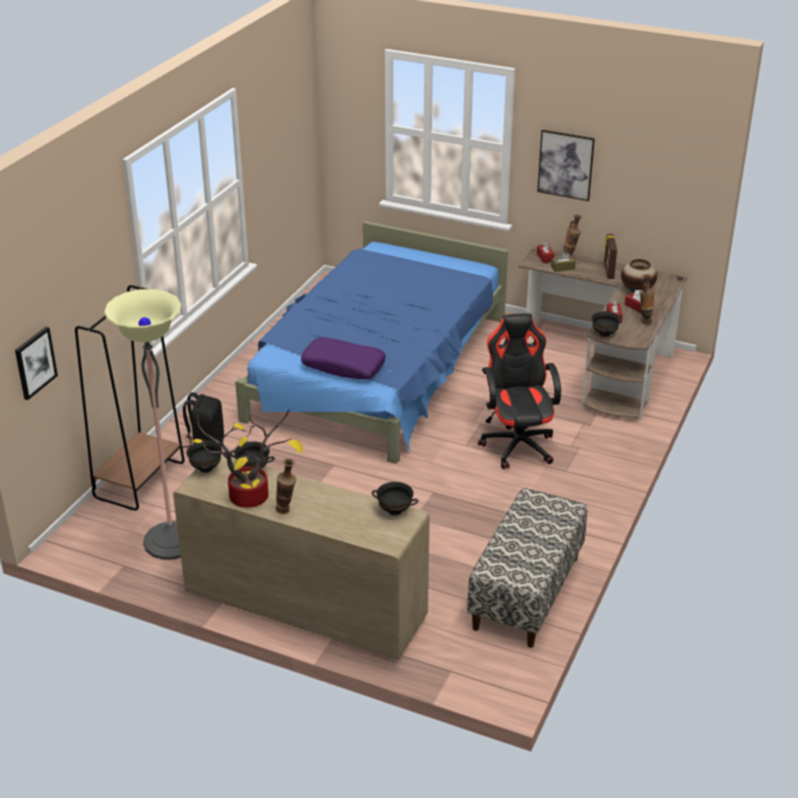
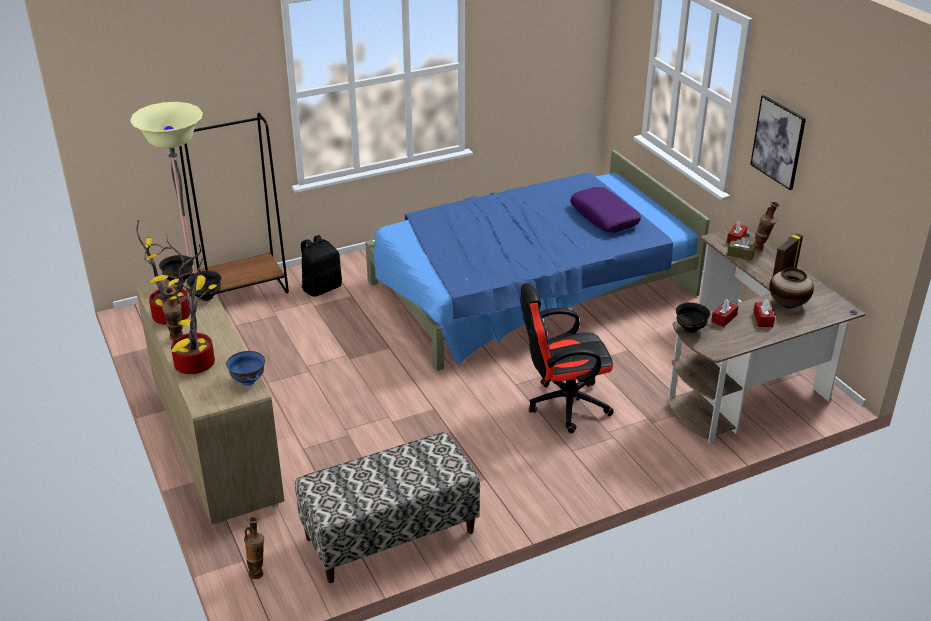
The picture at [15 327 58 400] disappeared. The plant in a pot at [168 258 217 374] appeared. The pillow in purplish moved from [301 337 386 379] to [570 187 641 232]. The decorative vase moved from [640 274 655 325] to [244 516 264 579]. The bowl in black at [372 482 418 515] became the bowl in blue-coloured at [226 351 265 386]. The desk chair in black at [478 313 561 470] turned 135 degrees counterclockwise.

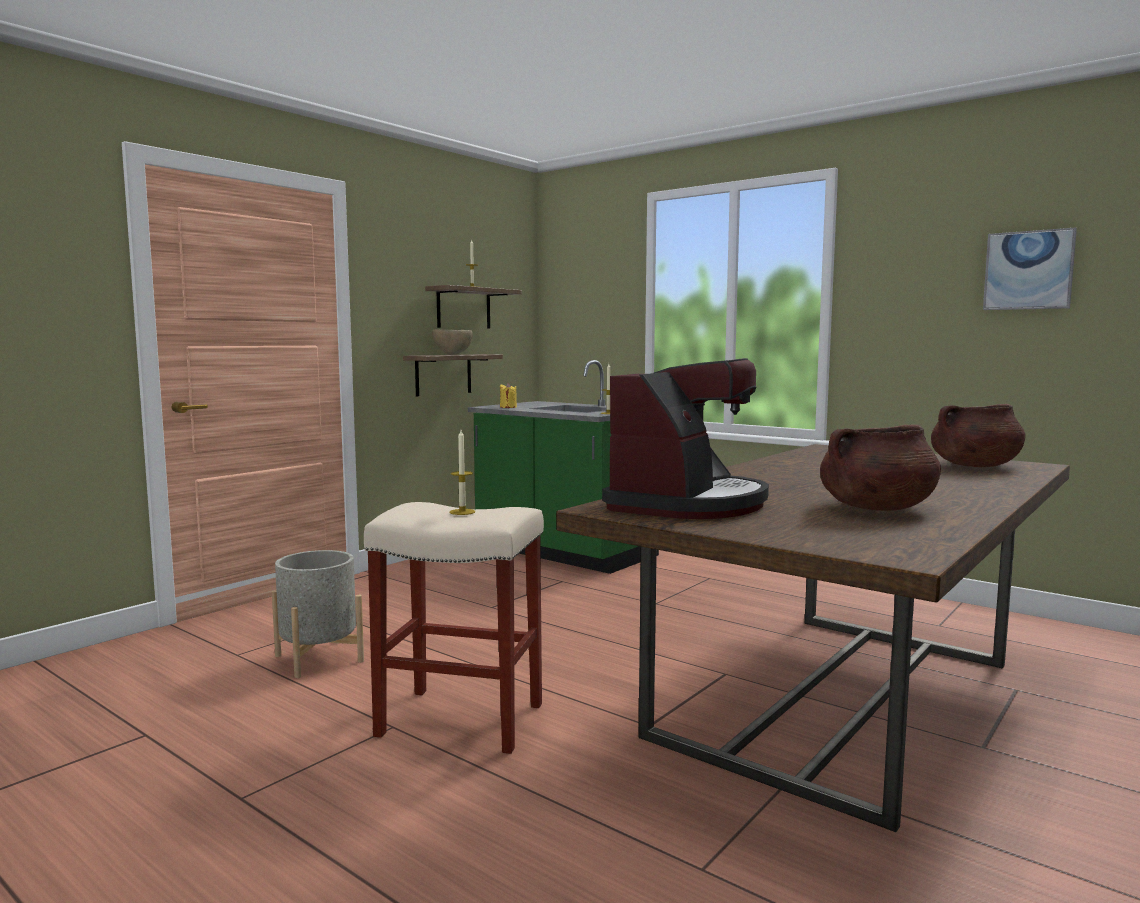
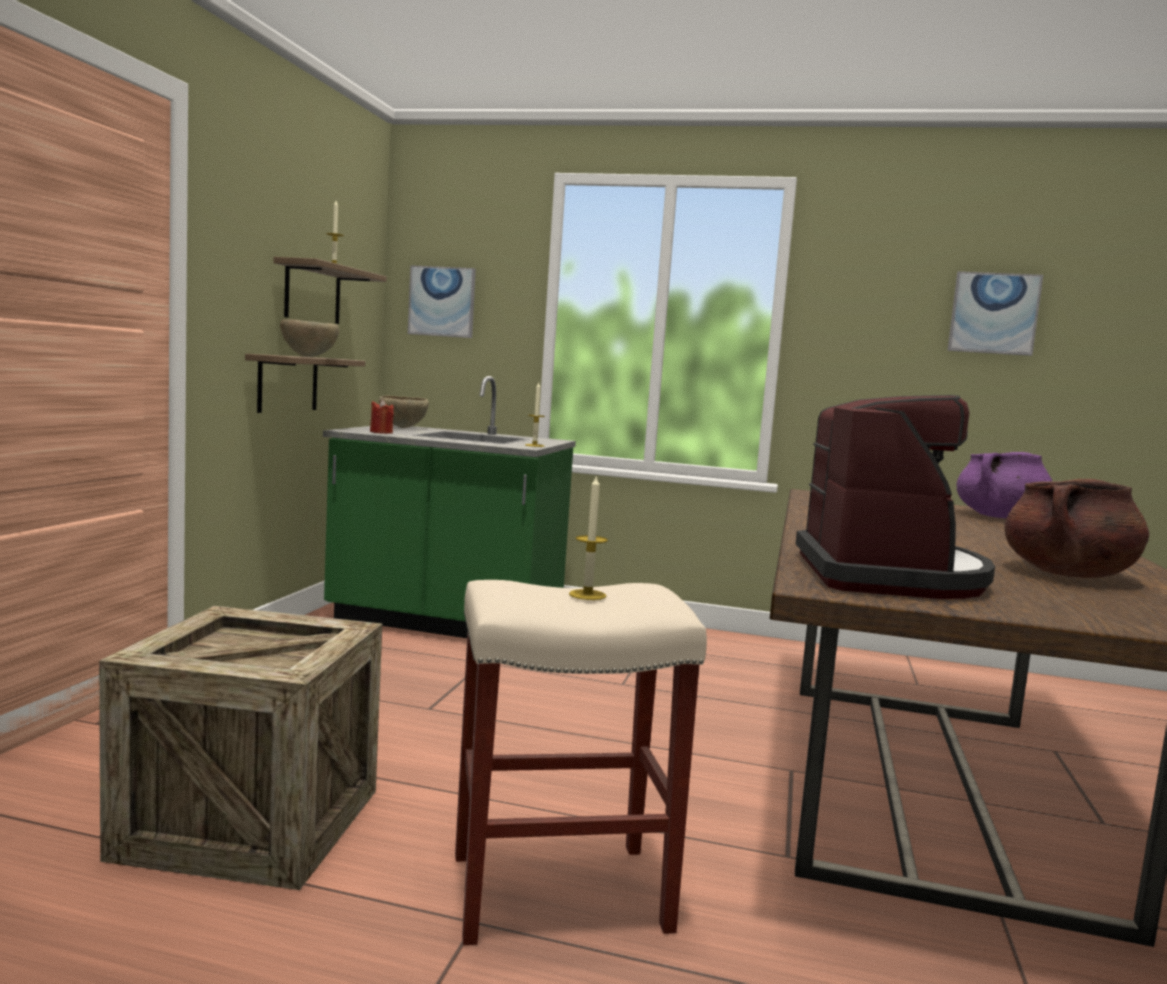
The bowl in brownish at [379 396 429 428] appeared. The picture at [408 265 476 338] appeared. The flower pot in grey at [272 550 364 678] was replaced by the shipping crate at [99 606 382 890]. The candle in yellow at [500 383 517 408] became the candle in red-coloured at [370 399 394 434]. The stockpot in brownish at [931 404 1025 467] became the stockpot in purplish at [956 452 1052 518].

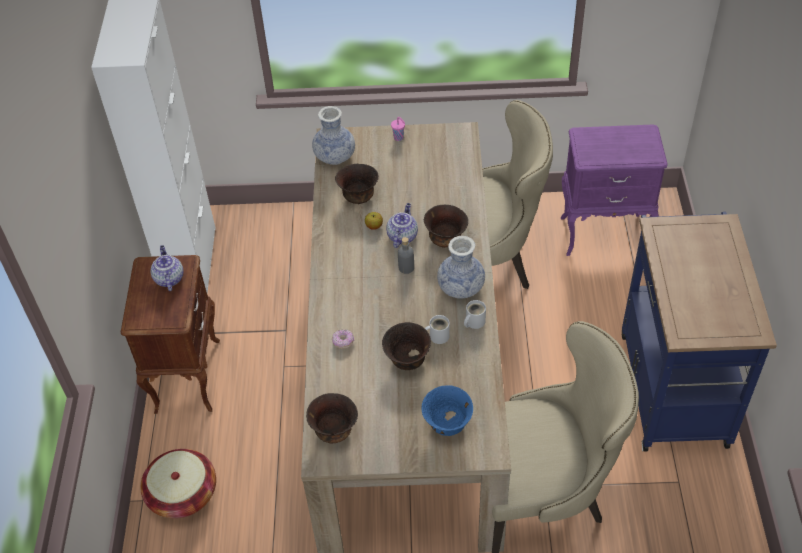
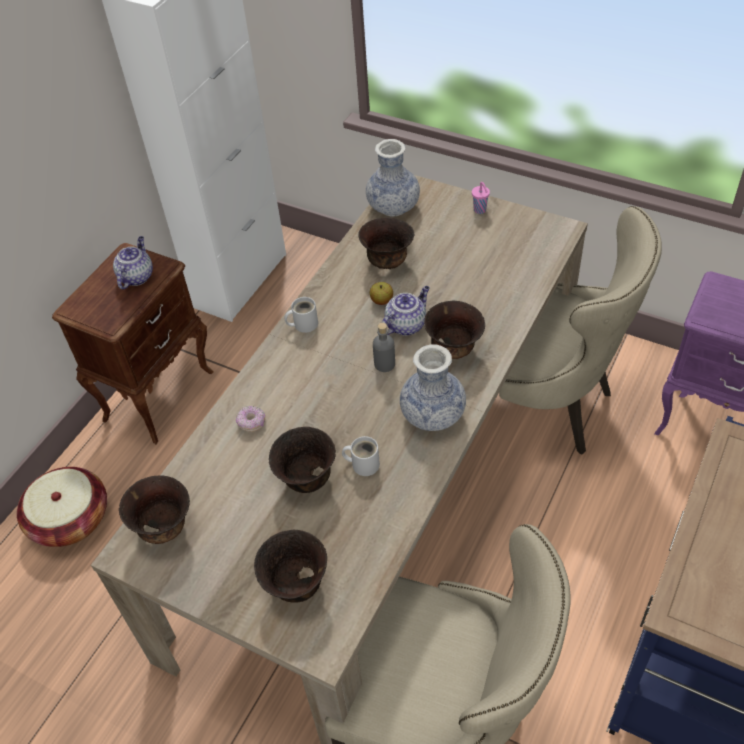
The coffee mug in white-coloured moved from [464 300 486 329] to [284 297 318 333]. The bowl in blue-coloured at [421 385 473 436] became the bowl in brownish at [254 530 327 603].

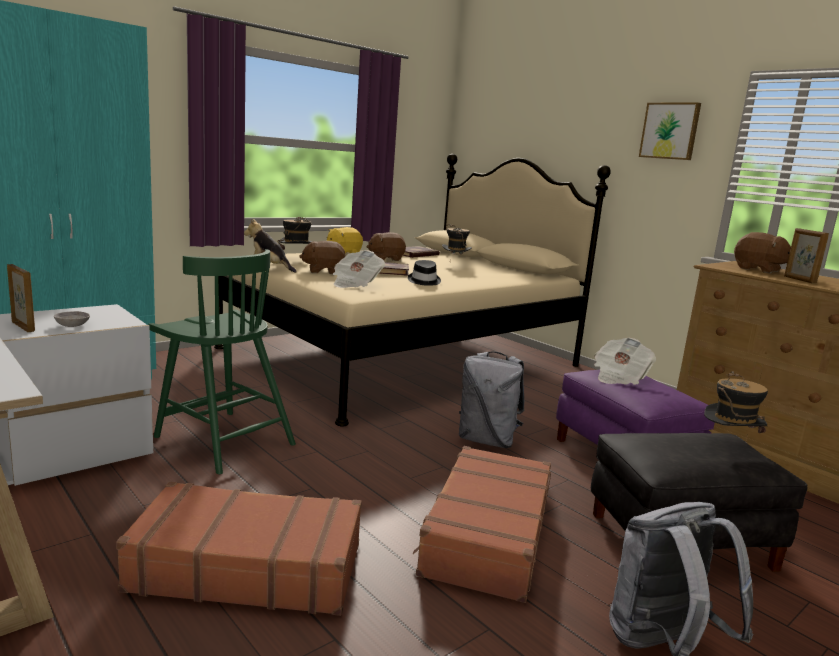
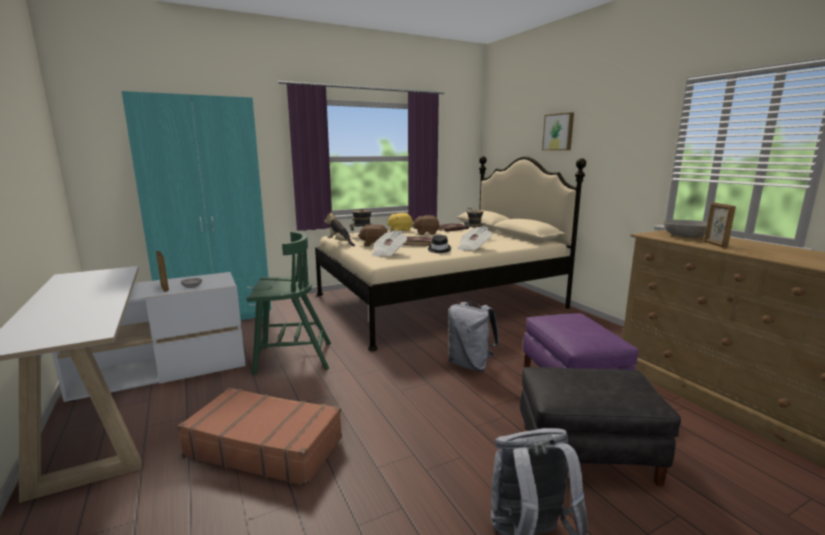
The travel case in brownish at [413 446 551 603] disappeared. The hat at [704 371 768 440] disappeared. The newspaper moved from [594 338 656 385] to [457 227 492 251]. The picture moved from [639 102 701 160] to [542 113 574 150]. The cuddly toy in brownish at [734 232 791 274] was replaced by the bowl in grey at [664 220 707 238]. The chair in green at [149 249 296 474] turned 60 degrees counterclockwise.

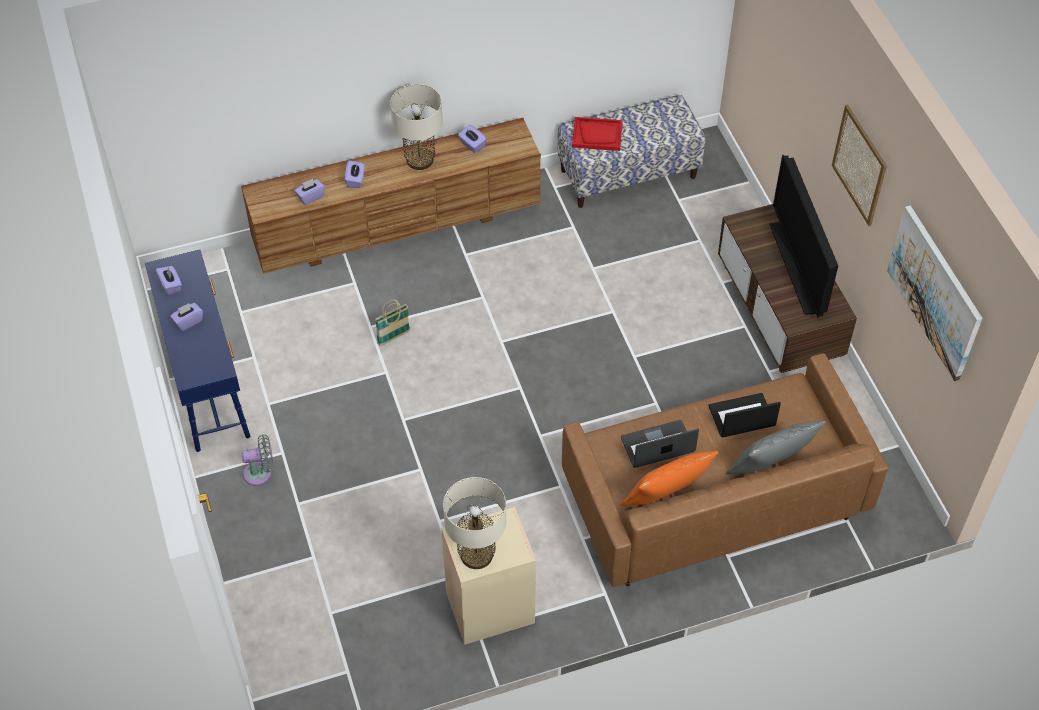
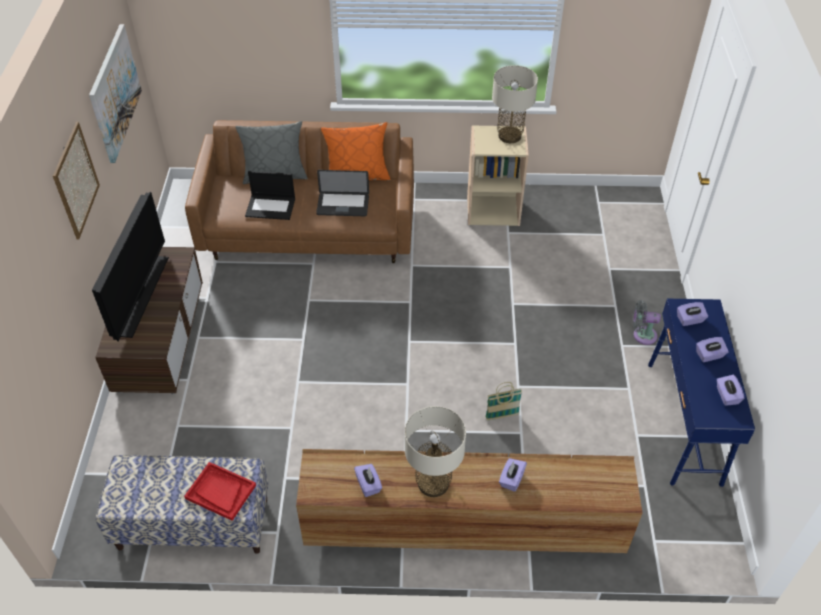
The box of tissues in purplish moved from [294 179 325 205] to [677 302 708 326].

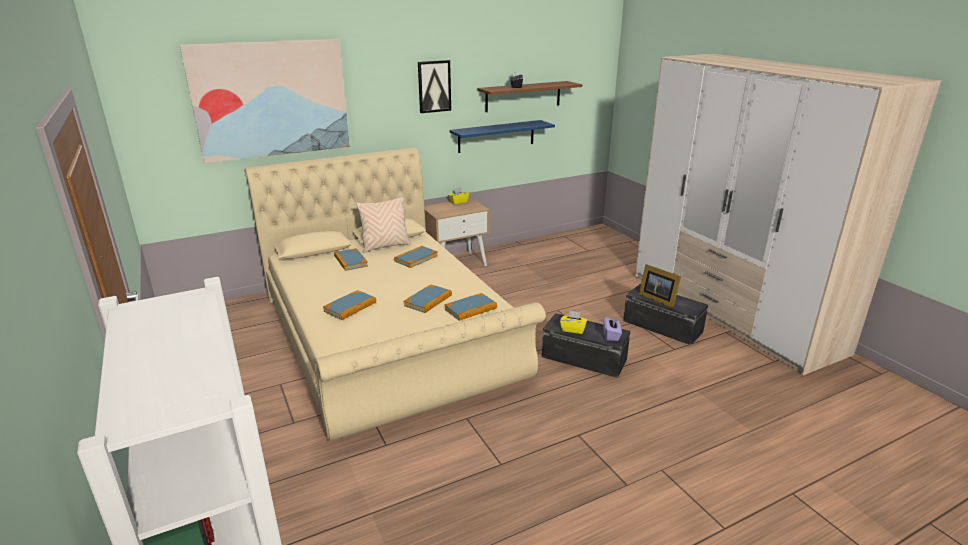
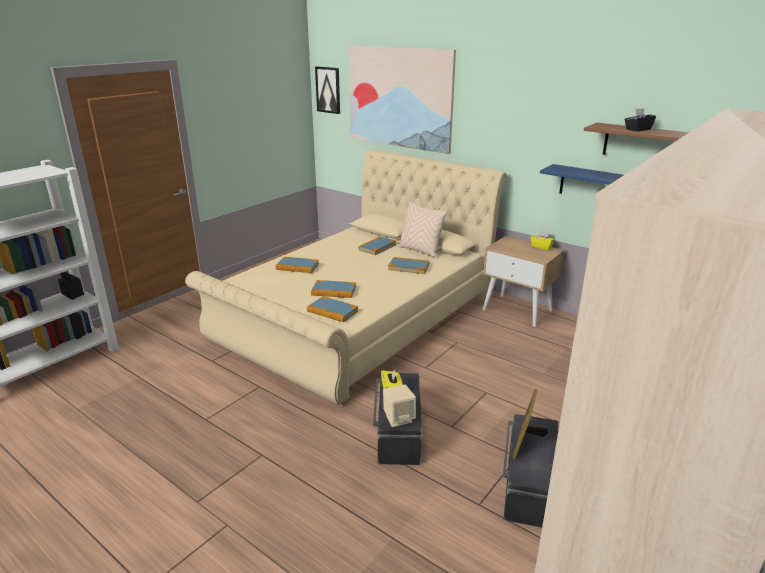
The picture moved from [418 60 451 113] to [315 67 340 114]. The box of tissues in purplish at [603 317 622 341] was replaced by the audio speaker in beige at [383 384 416 427].

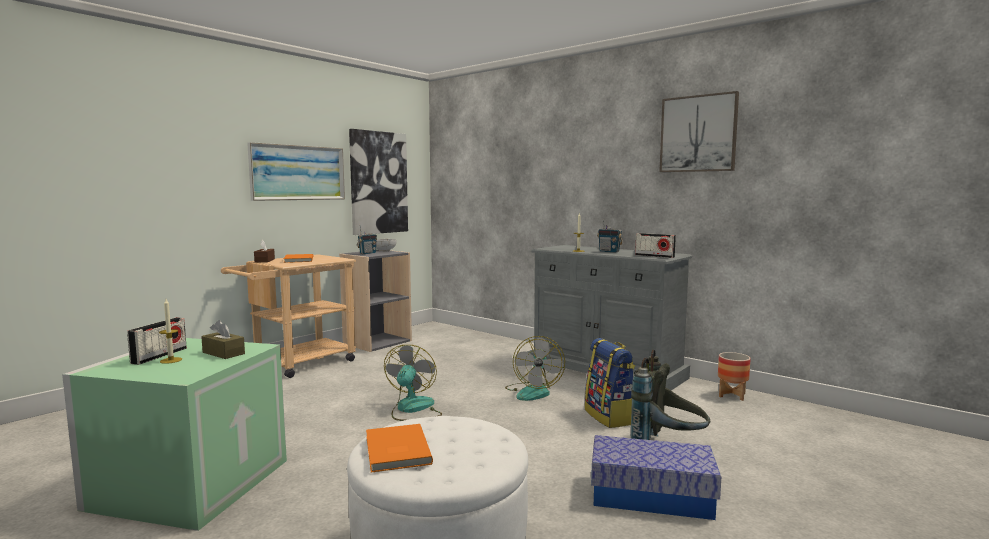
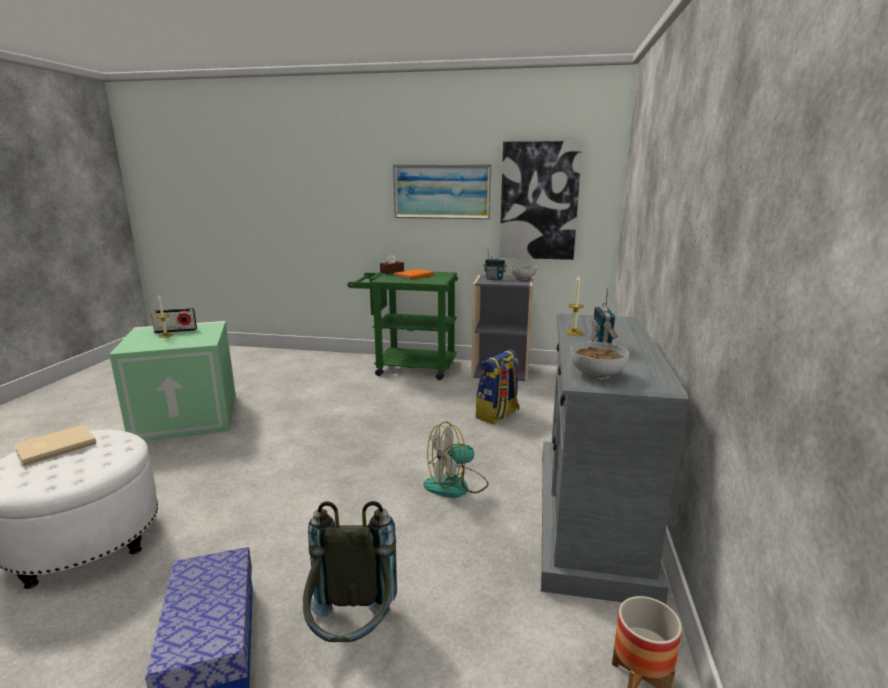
The box of tissues in brownish at [201 320 245 359] disappeared. The fan at [384 345 442 421] disappeared. The picture at [659 91 739 172] disappeared. The rucksack moved from [585 338 635 428] to [476 350 520 424]. The radio receiver at [635 233 676 258] was replaced by the bowl at [571 342 629 379]. The wheeled cart in beige at [221 254 356 378] became the wheeled cart in green at [347 272 458 380]. The book in orangey at [366 424 433 473] became the book in beige at [14 425 96 466].

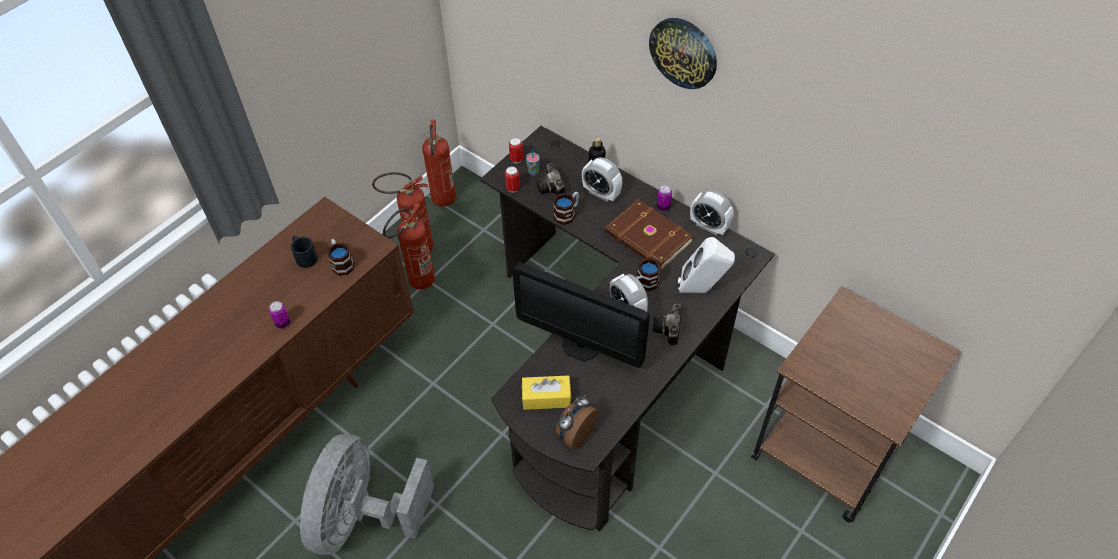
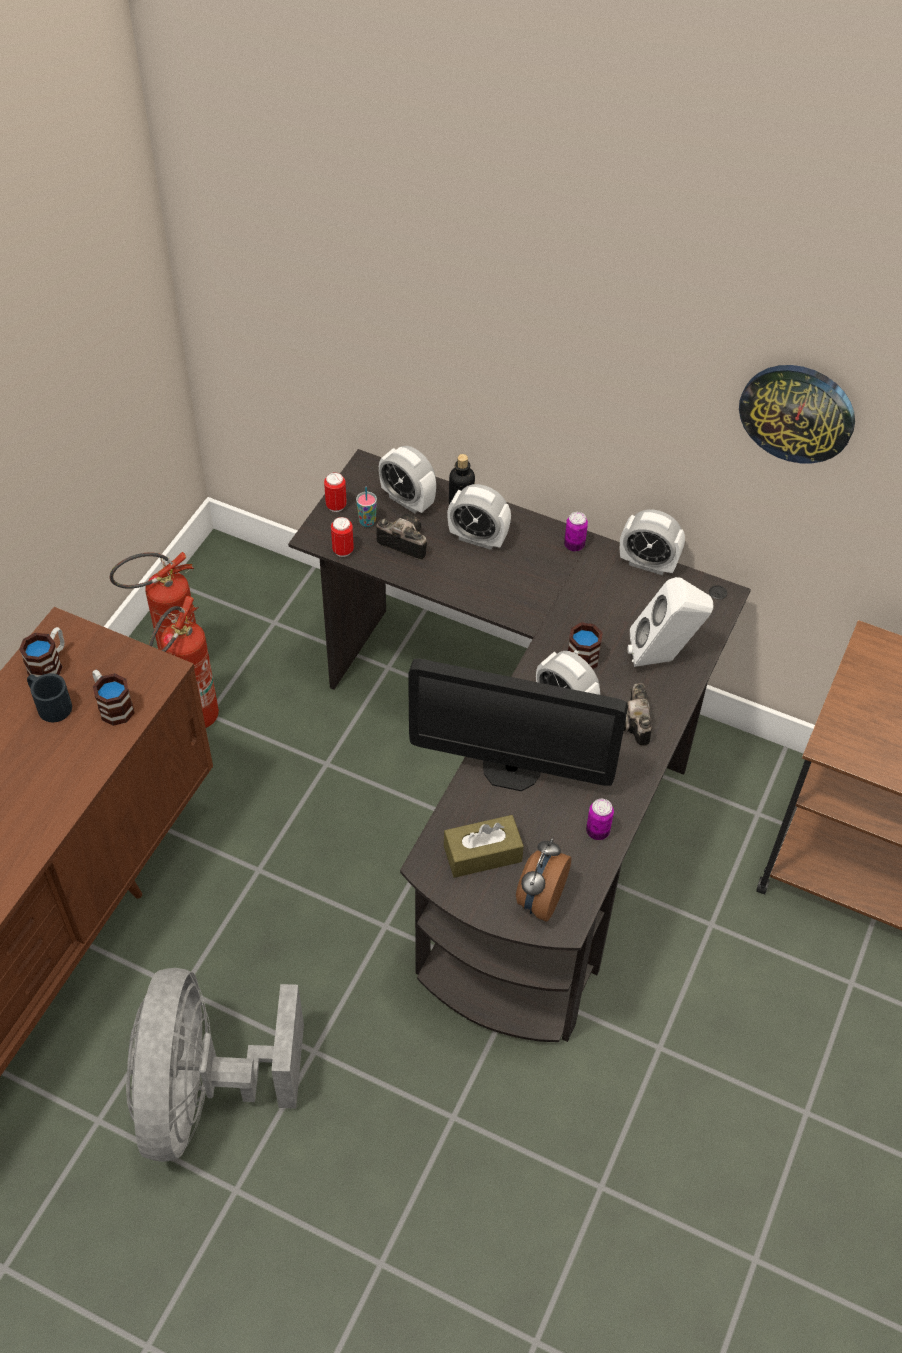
The fire extinguisher at [422 119 456 207] disappeared. The book in brownish at [605 199 693 270] disappeared. The bedside clock at [379 446 436 513] appeared. The can moved from [269 301 290 328] to [586 799 614 840]. The coffee mug moved from [553 192 579 225] to [19 627 64 678]. The hanging clock moved from [649 18 717 89] to [739 365 855 463]. The box of tissues in yellow at [522 375 571 410] became the box of tissues in brownish at [444 815 524 878]. The still camera at [537 163 565 195] turned 150 degrees clockwise.

